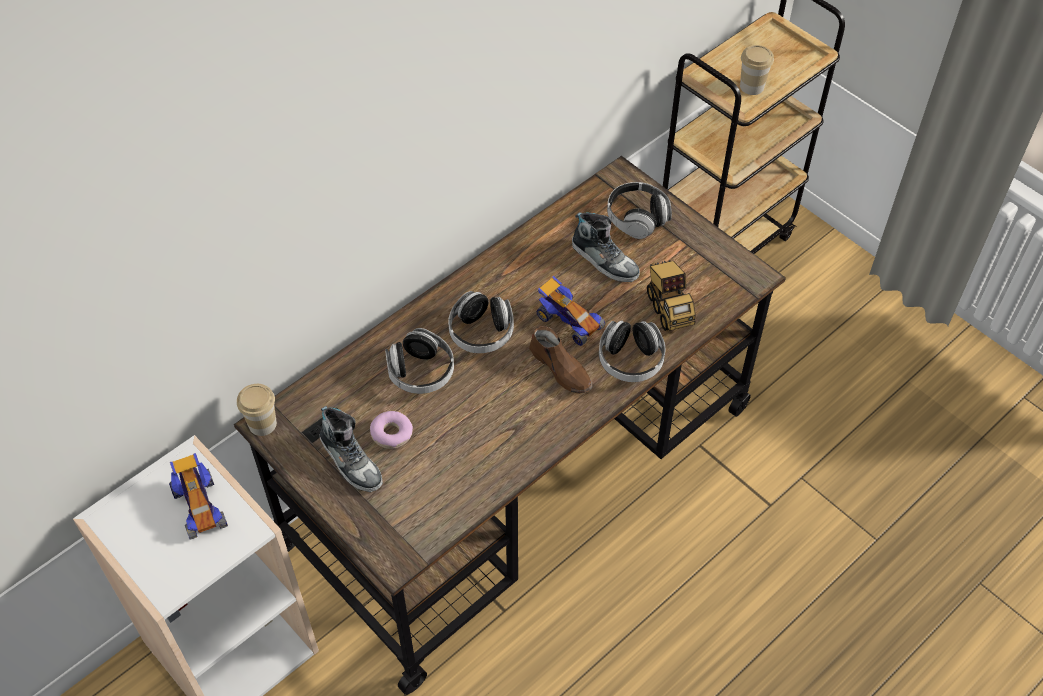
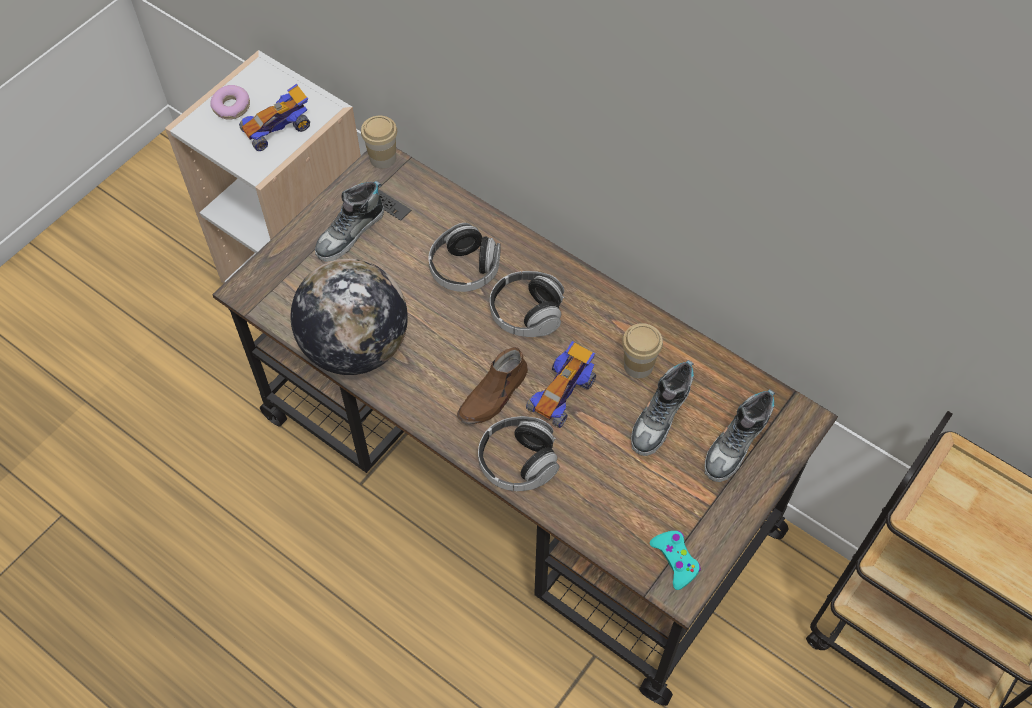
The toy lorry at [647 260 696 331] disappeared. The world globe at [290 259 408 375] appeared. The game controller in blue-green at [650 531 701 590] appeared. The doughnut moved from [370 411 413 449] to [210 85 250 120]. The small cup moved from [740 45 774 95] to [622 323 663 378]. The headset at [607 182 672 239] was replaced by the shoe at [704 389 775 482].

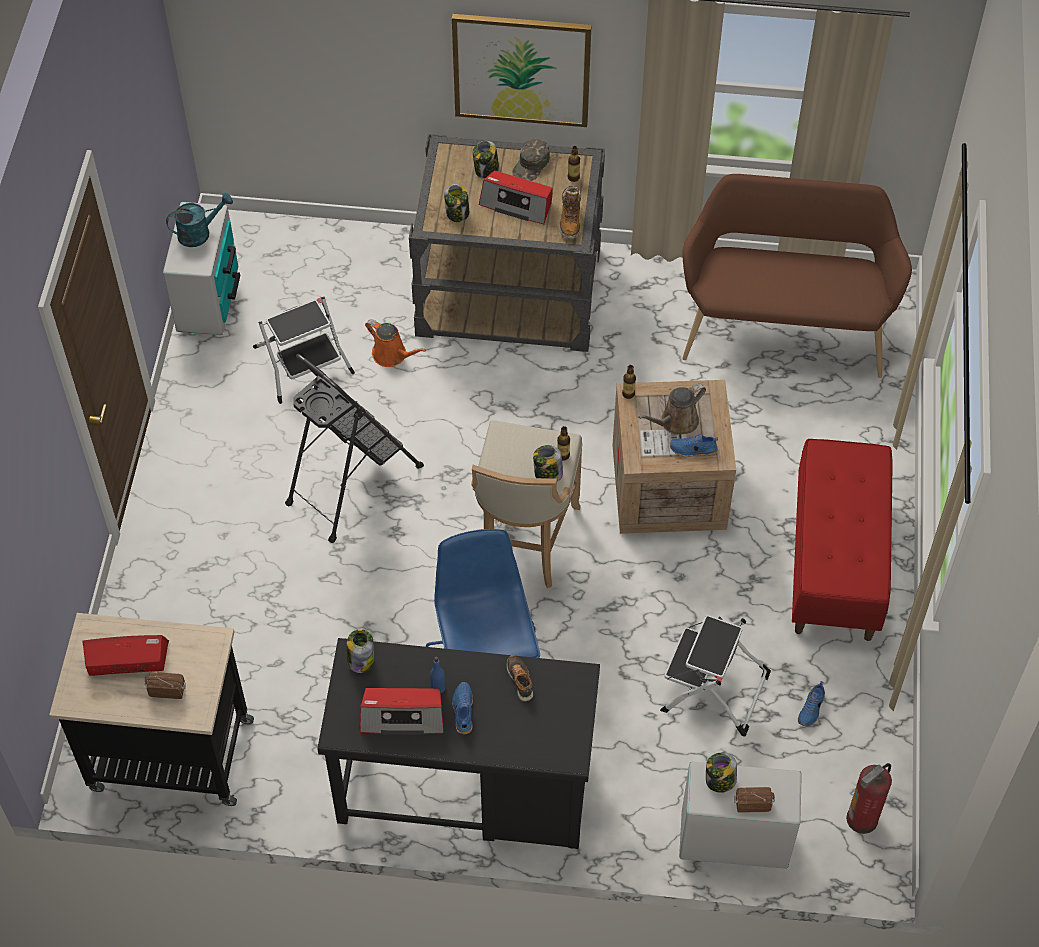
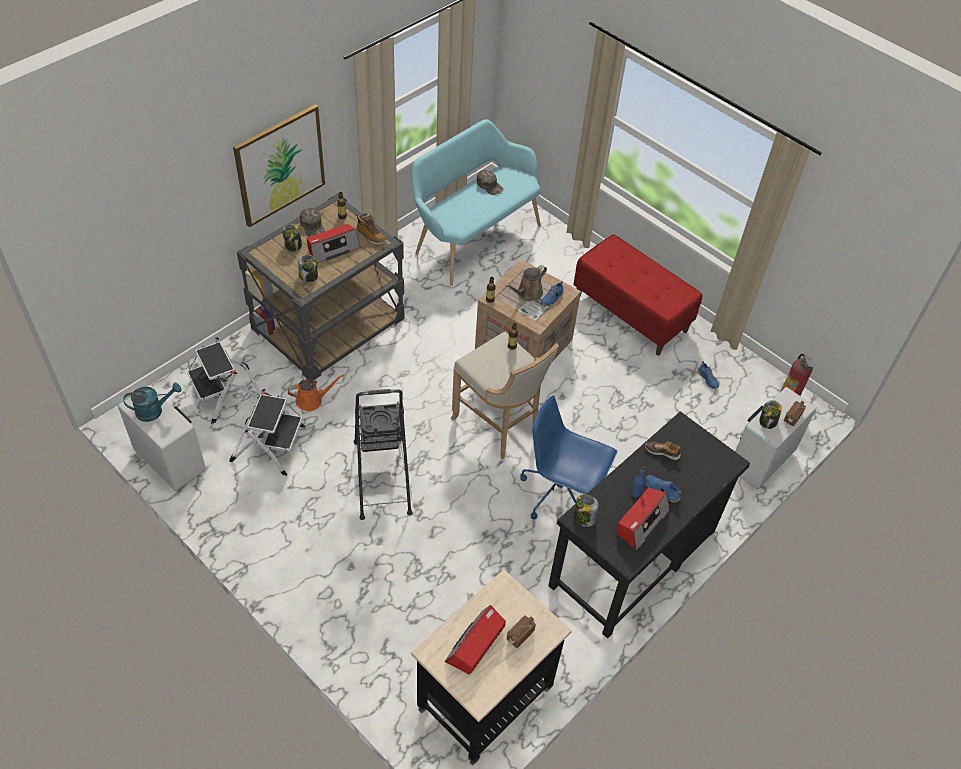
The jar at [533 445 563 482] disappeared. The cap in green at [476 170 504 195] appeared. The step ladder moved from [660 615 771 736] to [187 337 261 424]. The long seat in brownish at [682 174 912 378] became the long seat in blue-green at [411 119 541 286]. The sprinkling can in blue-green at [166 193 233 247] turned 60 degrees clockwise. The sprinkling can in brownish at [638 384 706 435] turned 45 degrees clockwise.

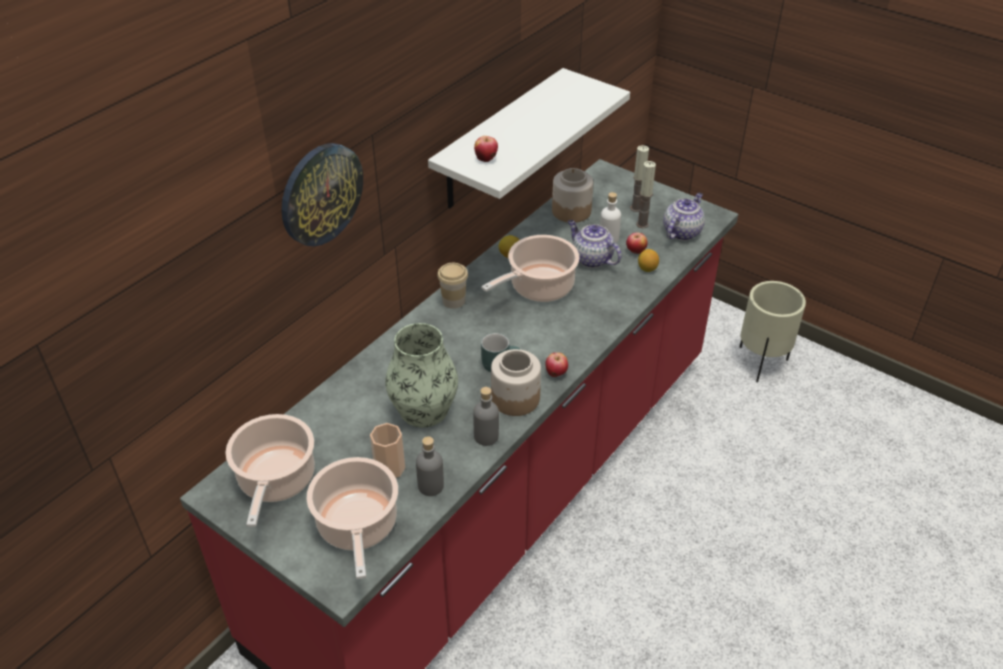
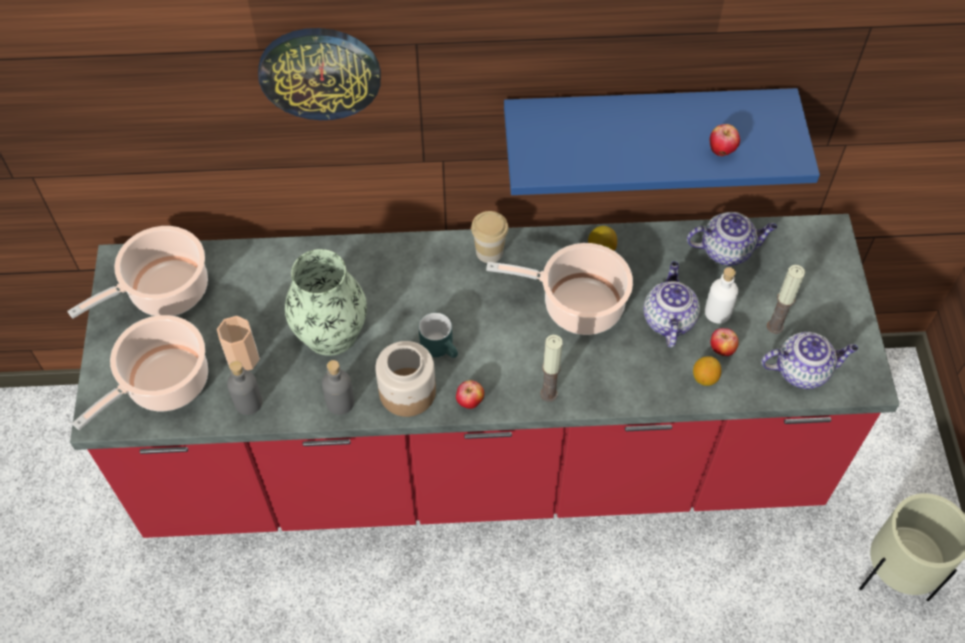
The whole apple moved from [474 136 498 162] to [710 124 740 157]. The candle moved from [630 145 649 212] to [540 335 563 402]. The jar at [552 168 593 223] was replaced by the tea pot at [687 212 777 266]. The wall shelf in white-coloured at [428 68 630 208] became the wall shelf in blue-coloured at [504 88 820 195].

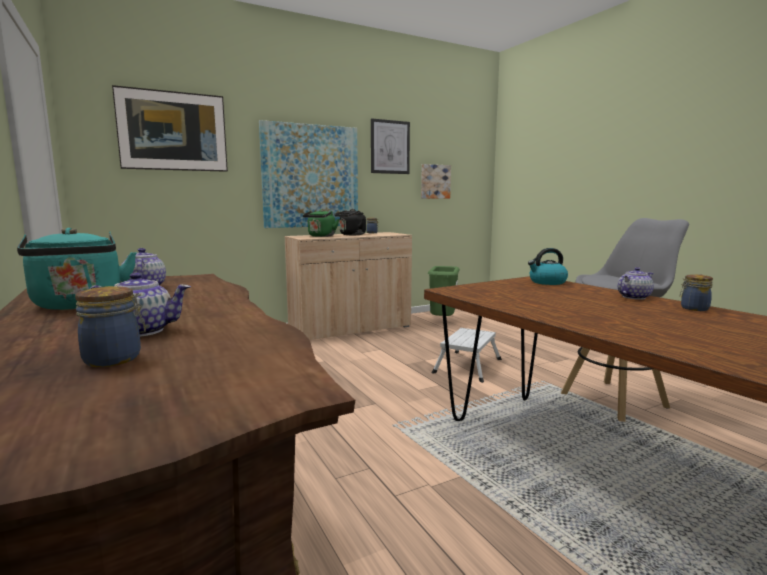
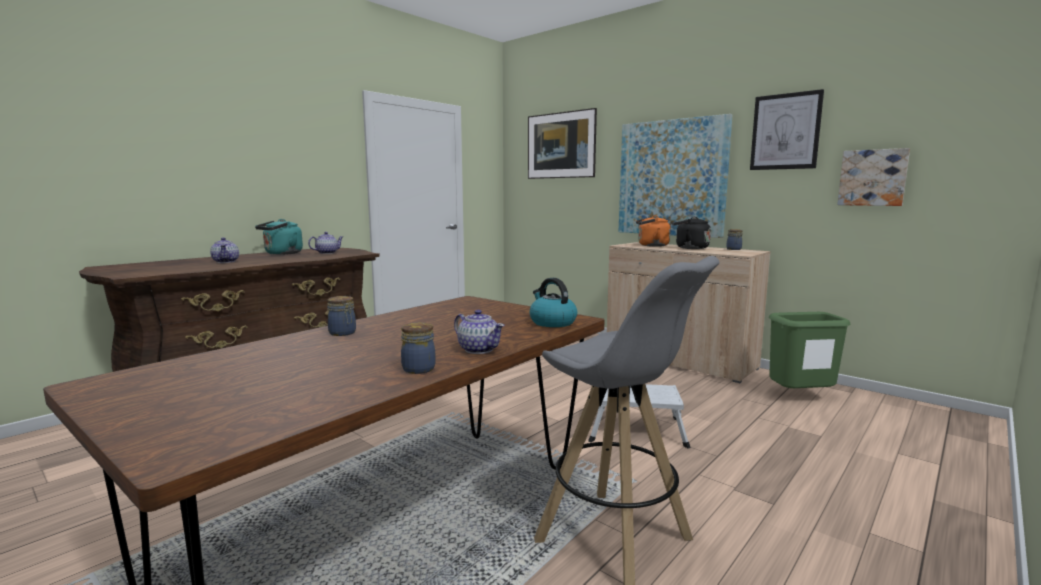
The jar moved from [75 286 146 367] to [327 296 356 336]. The water kettle in green at [303 209 339 237] became the water kettle in orangey at [636 216 671 247].

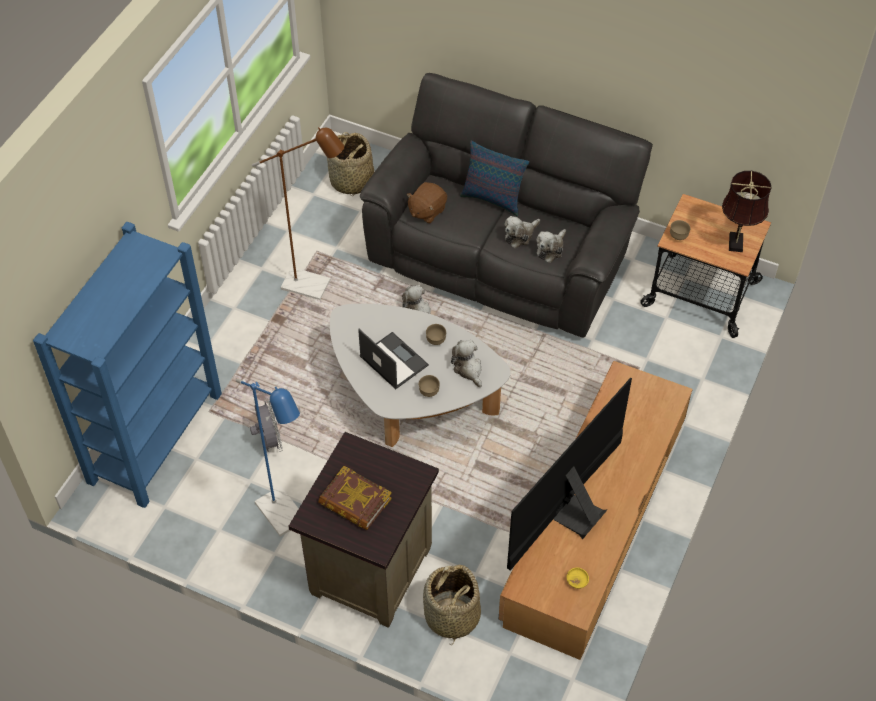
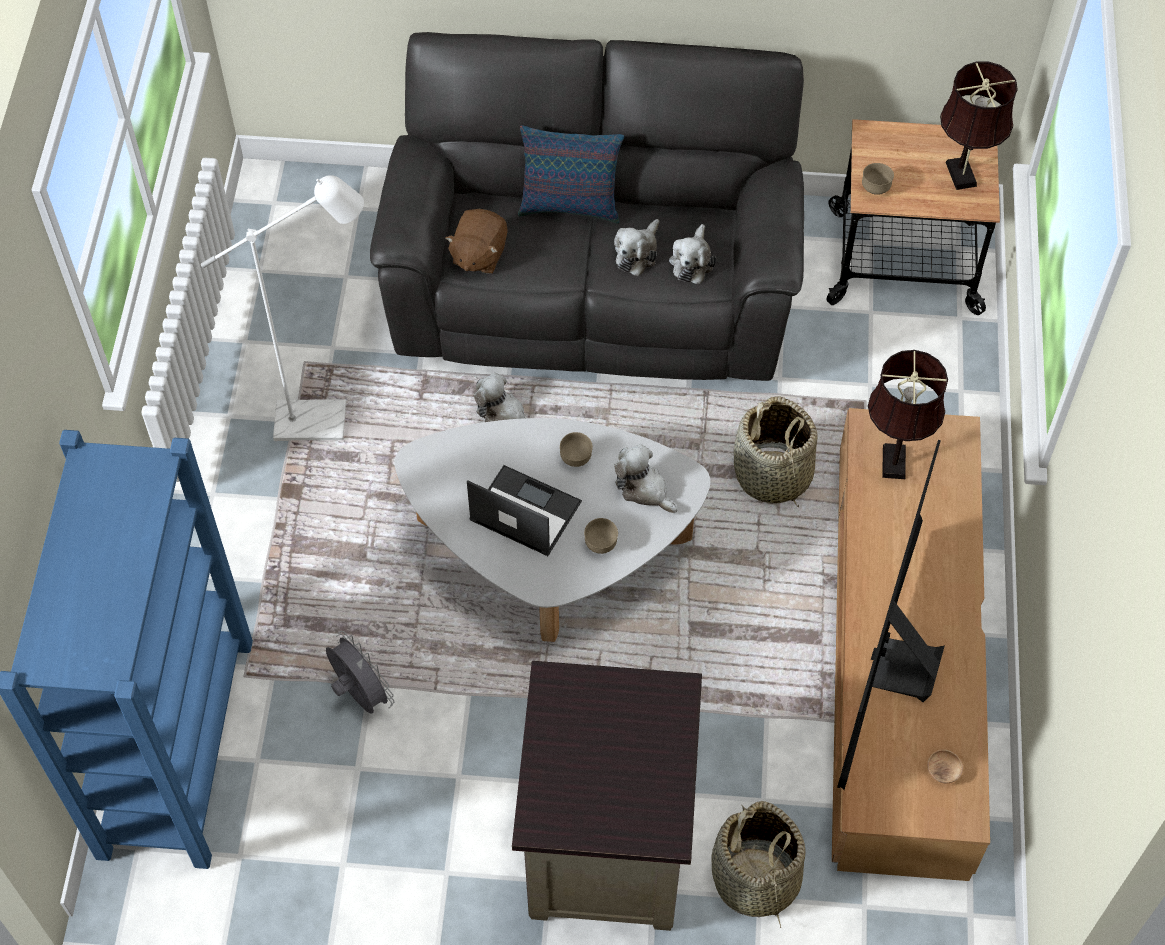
The standing lamp in blue-coloured at [236 379 300 537] disappeared. The book at [318 466 392 530] disappeared. The tabletop lamp in brownish at [868 350 948 479] appeared. The basket moved from [327 132 374 196] to [734 396 818 507]. The standing lamp in brownish at [252 127 344 300] became the standing lamp in white-coloured at [201 175 364 441]. The bowl in yellow at [567 568 589 589] became the bowl in brownish at [927 749 963 783].

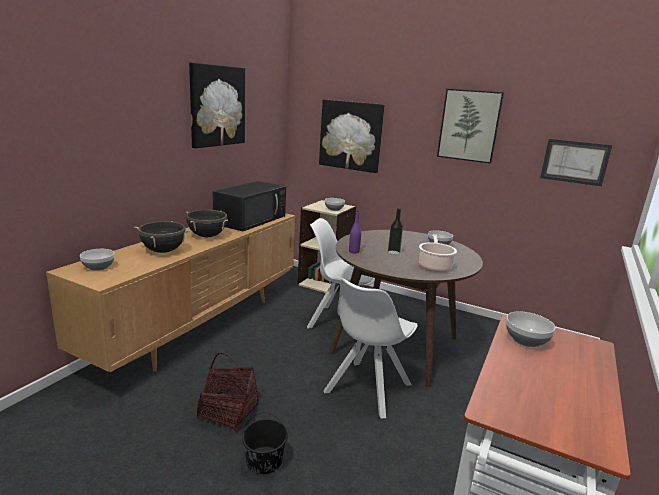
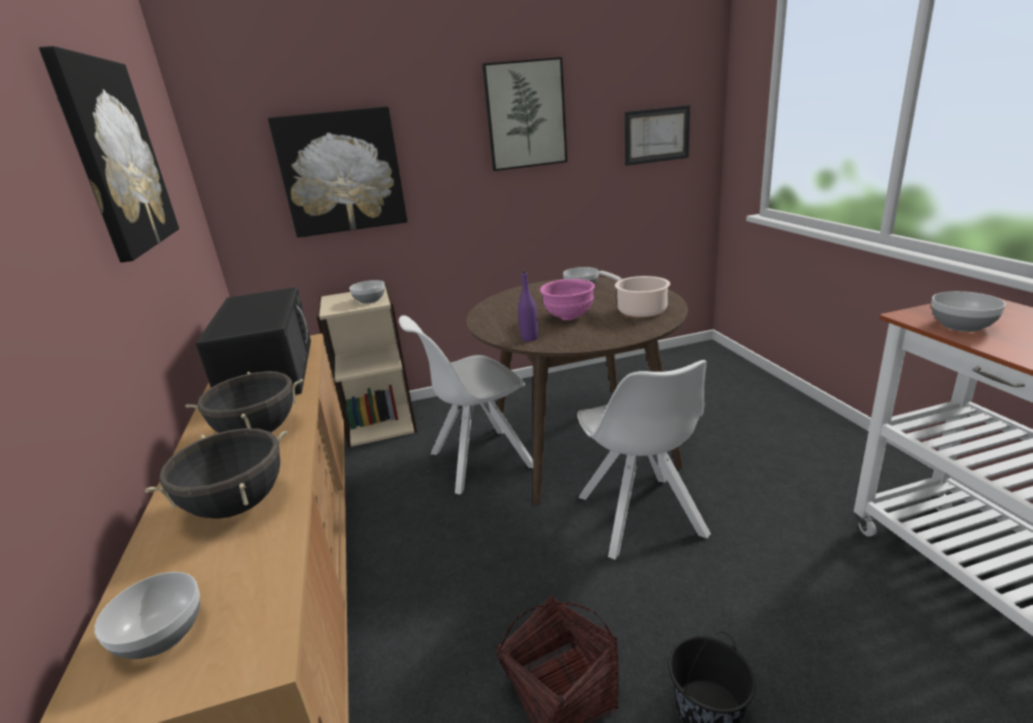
The drink bottle at [388 208 403 255] was replaced by the bowl in pinkish at [540 279 595 320].

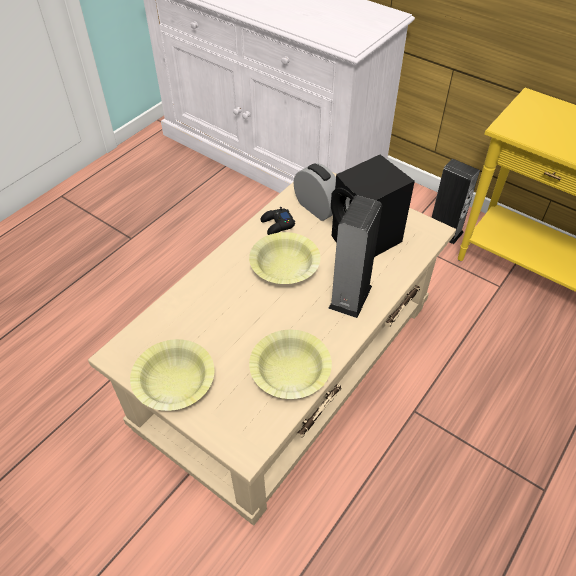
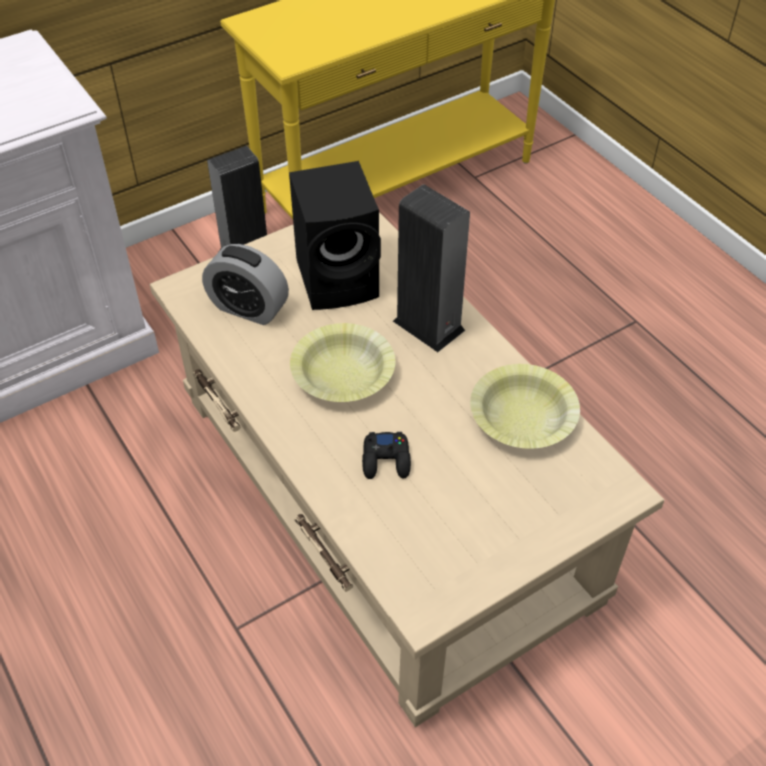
The bowl in yellow at [130 339 214 411] disappeared. The game controller in black moved from [261 207 295 235] to [362 432 411 479]. The bedside clock at [294 163 336 221] turned 135 degrees counterclockwise.

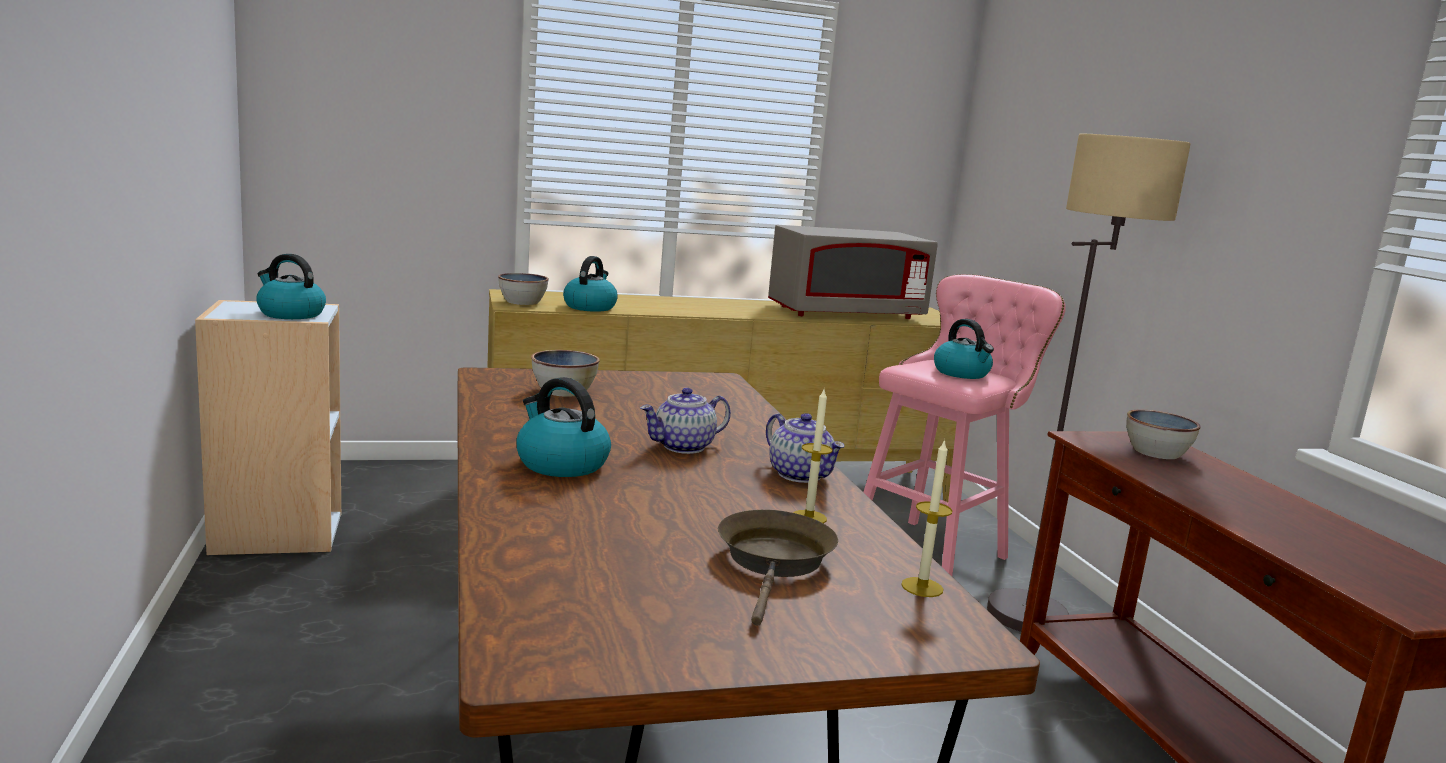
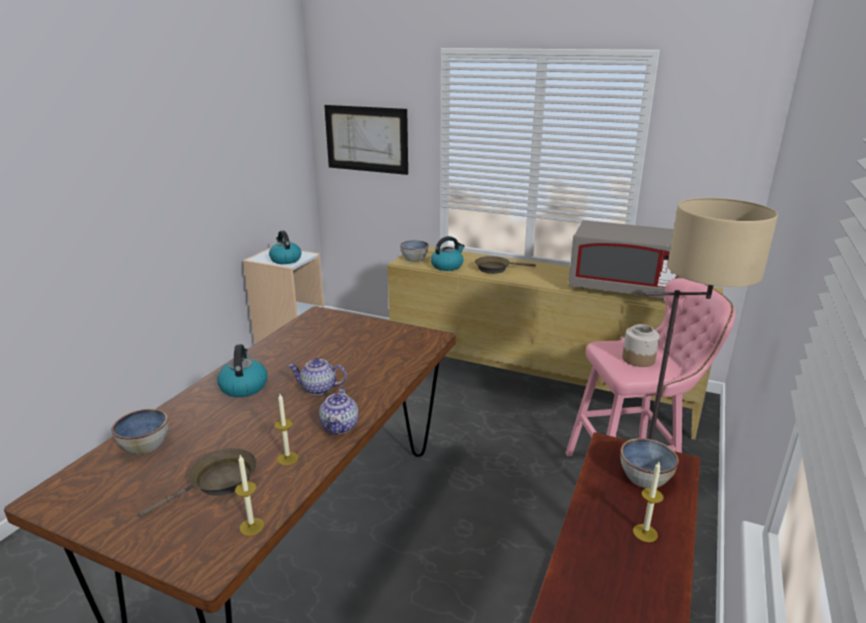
The picture at [324 105 408 175] appeared. The pan in brownish at [475 256 536 274] appeared. The candle at [633 462 664 542] appeared. The bowl moved from [531 350 599 397] to [111 409 168 454]. The water kettle at [934 319 994 379] was replaced by the jar at [622 324 659 367].

